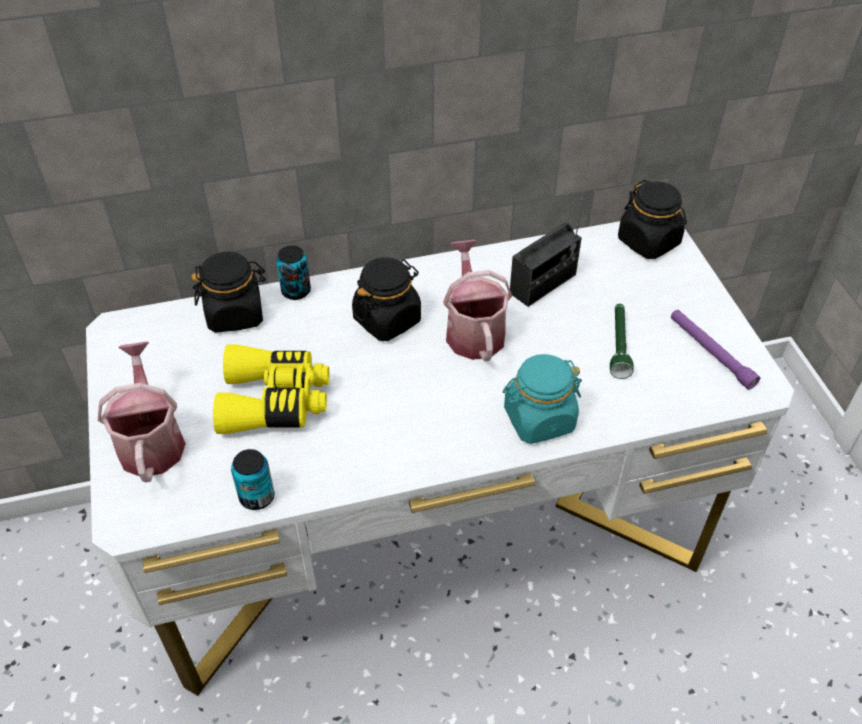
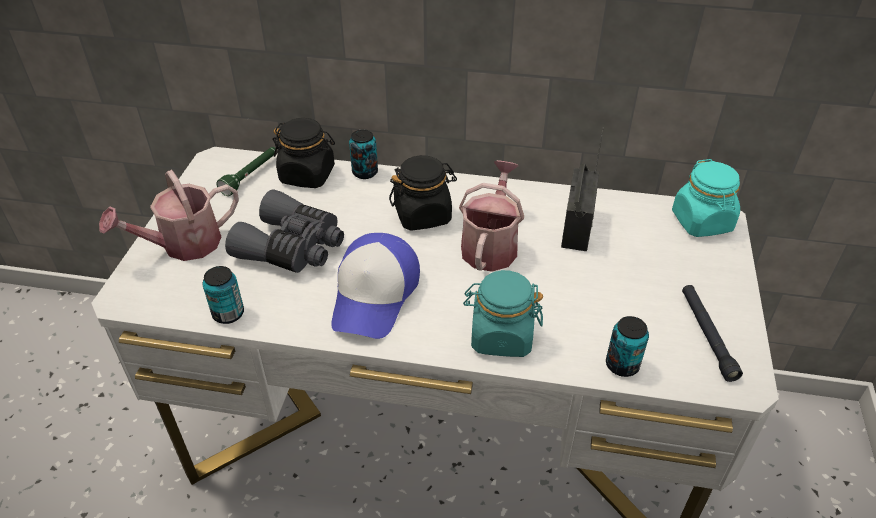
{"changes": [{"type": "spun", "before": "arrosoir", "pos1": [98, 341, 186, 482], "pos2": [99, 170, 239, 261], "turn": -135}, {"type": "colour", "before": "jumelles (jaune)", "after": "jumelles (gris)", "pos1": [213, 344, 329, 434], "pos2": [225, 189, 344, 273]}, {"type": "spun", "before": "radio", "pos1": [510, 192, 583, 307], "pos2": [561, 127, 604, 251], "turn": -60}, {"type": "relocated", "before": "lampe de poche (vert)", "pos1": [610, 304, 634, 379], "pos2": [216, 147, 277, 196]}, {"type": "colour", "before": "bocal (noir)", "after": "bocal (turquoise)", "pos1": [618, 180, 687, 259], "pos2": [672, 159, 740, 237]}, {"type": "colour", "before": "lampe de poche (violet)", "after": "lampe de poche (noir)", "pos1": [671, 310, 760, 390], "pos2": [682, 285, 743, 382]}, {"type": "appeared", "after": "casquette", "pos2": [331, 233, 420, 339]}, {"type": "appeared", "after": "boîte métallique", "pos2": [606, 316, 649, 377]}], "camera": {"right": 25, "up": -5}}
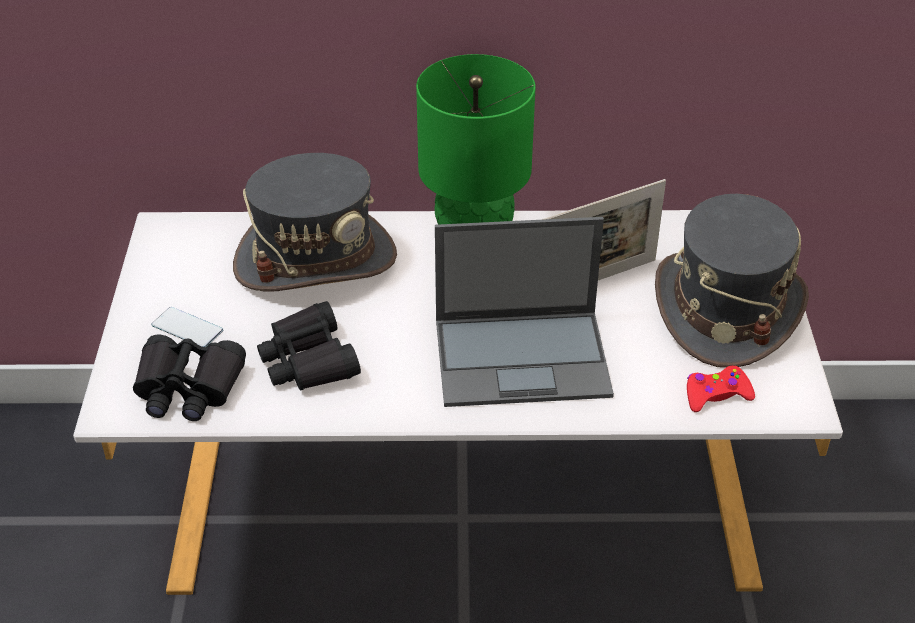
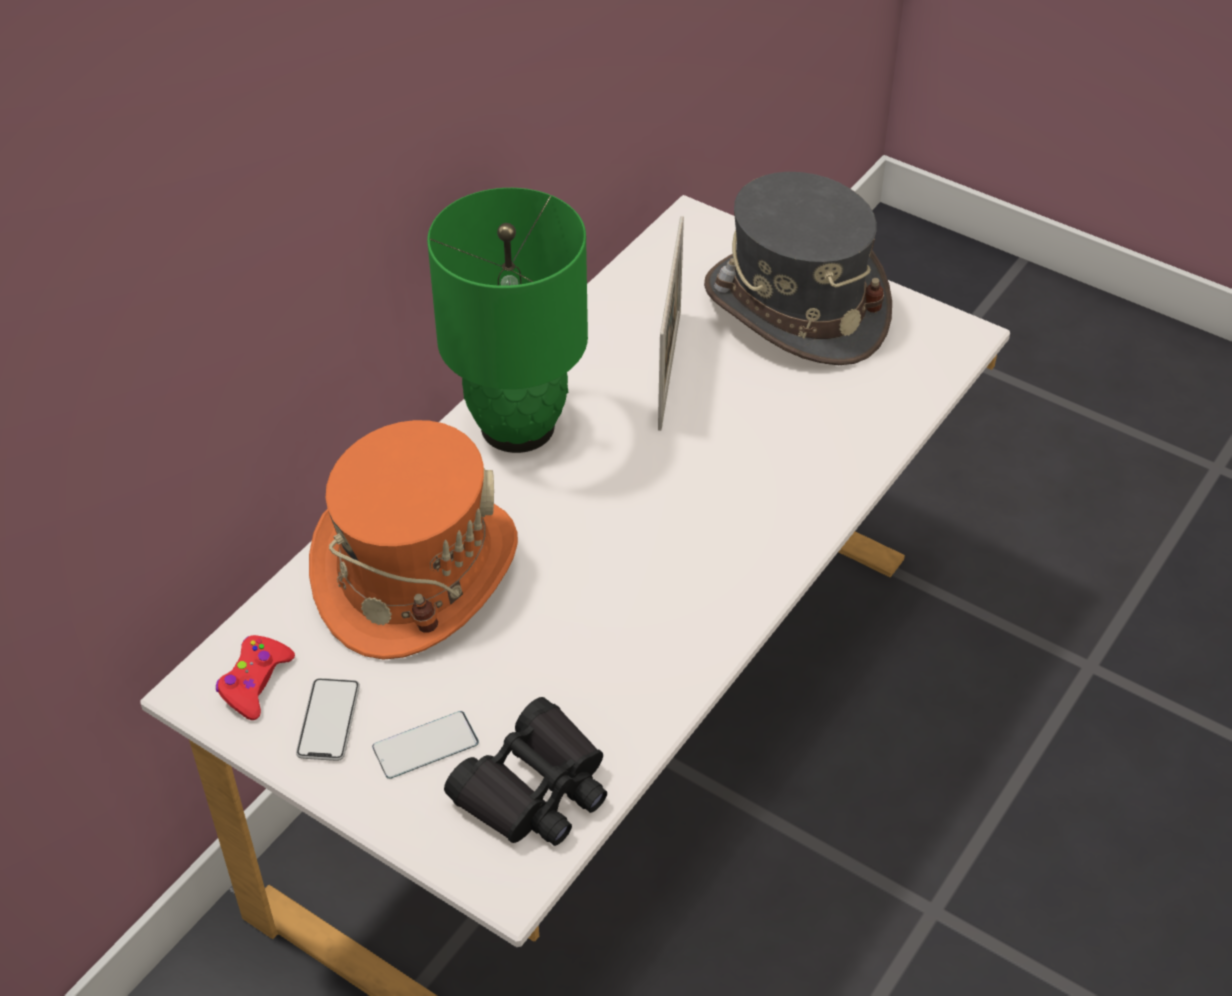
{"changes": [{"type": "colour", "before": "chapeau (gris)", "after": "chapeau (orange)", "pos1": [233, 153, 397, 292], "pos2": [309, 420, 518, 660]}, {"type": "missing", "before": "jumelles (noir)", "pos1": [257, 301, 361, 391]}, {"type": "missing", "before": "ordinateur portable", "pos1": [435, 217, 614, 407]}, {"type": "relocated", "before": "manette (rouge)", "pos1": [687, 366, 755, 412], "pos2": [216, 635, 295, 720]}, {"type": "appeared", "after": "téléphone", "pos2": [296, 678, 360, 761]}], "camera": {"right": -55, "up": 5}}
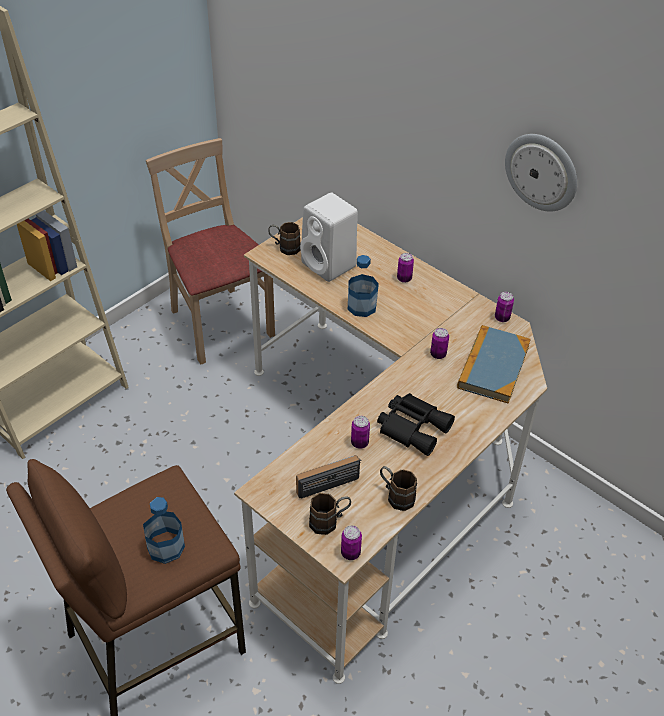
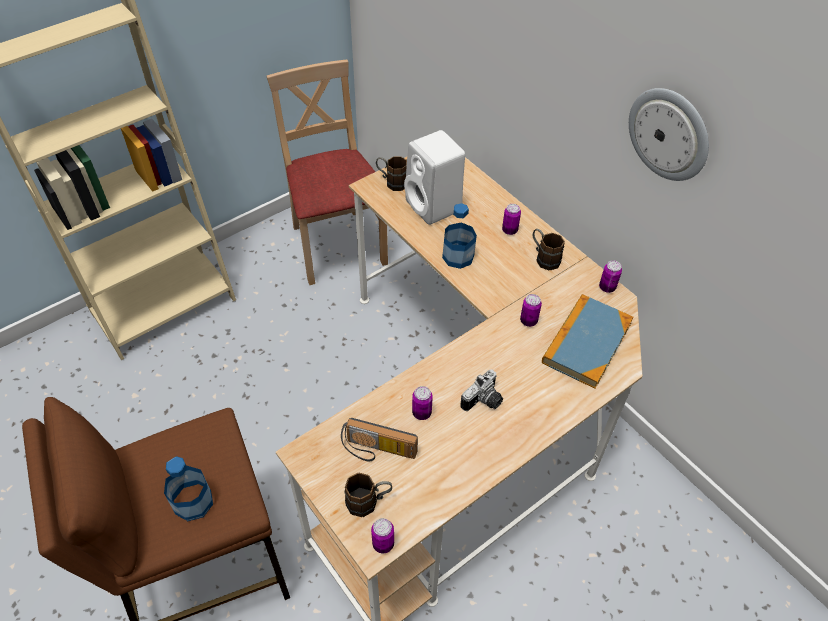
{"changes": [{"type": "spun", "before": "radio", "pos1": [296, 455, 362, 498], "pos2": [341, 418, 418, 461], "turn": -150}, {"type": "exchanged", "before": "jumelles (noir)", "after": "appareil photo", "pos1": [377, 393, 455, 456], "pos2": [461, 369, 503, 411]}, {"type": "relocated", "before": "mug (marron)", "pos1": [380, 466, 417, 511], "pos2": [533, 229, 565, 270]}], "camera": {"right": 10, "up": 5}}
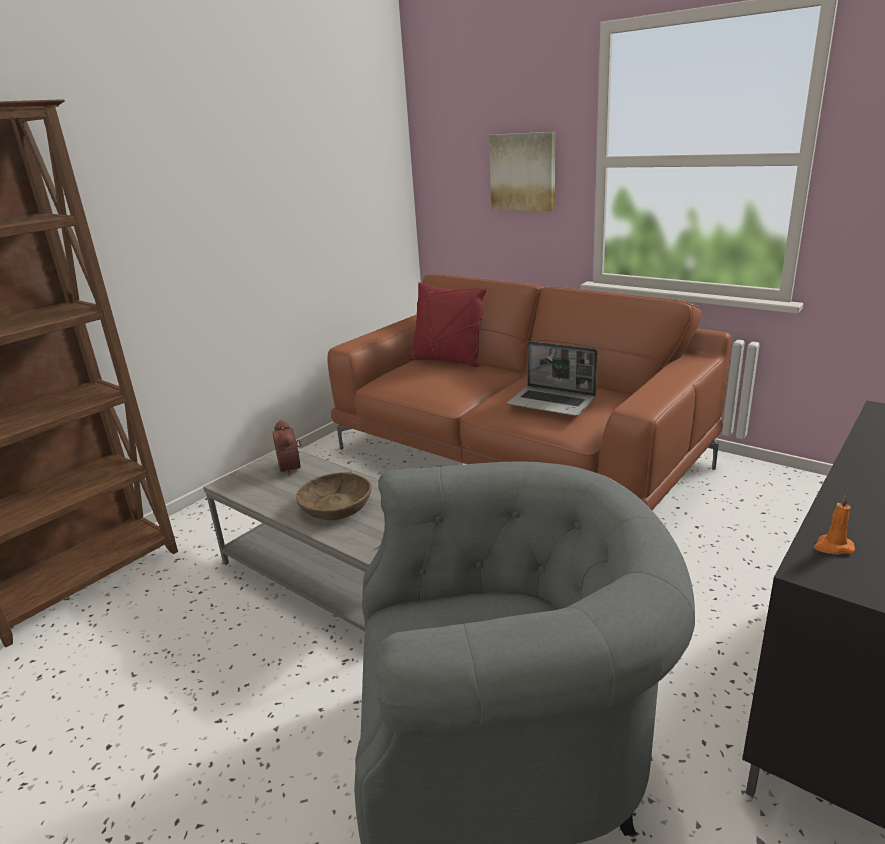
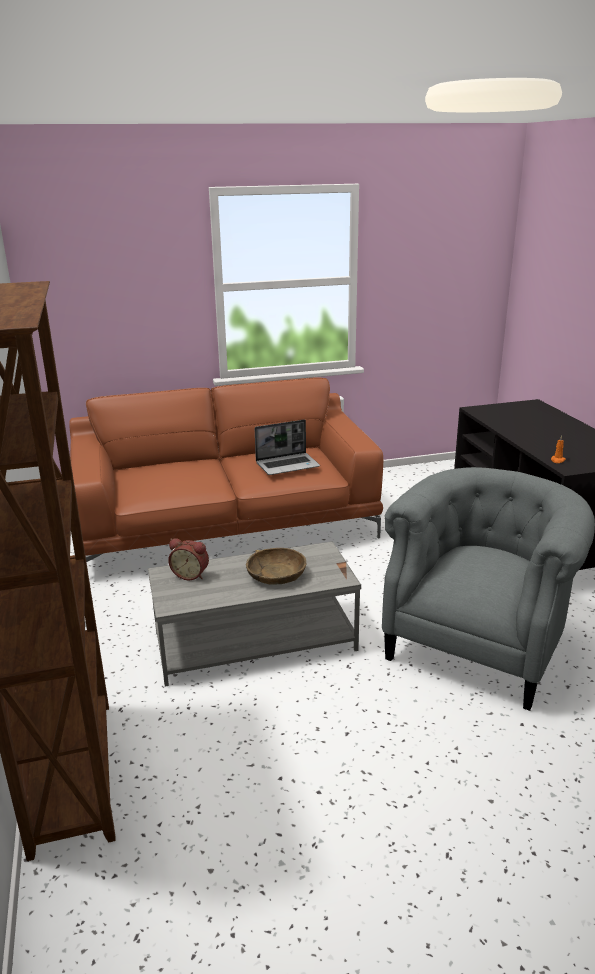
{"changes": [{"type": "missing", "before": "coussin (rouge)", "pos1": [410, 282, 487, 368]}, {"type": "missing", "before": "tableau", "pos1": [489, 132, 555, 212]}], "camera": {"right": -55, "up": 0}}
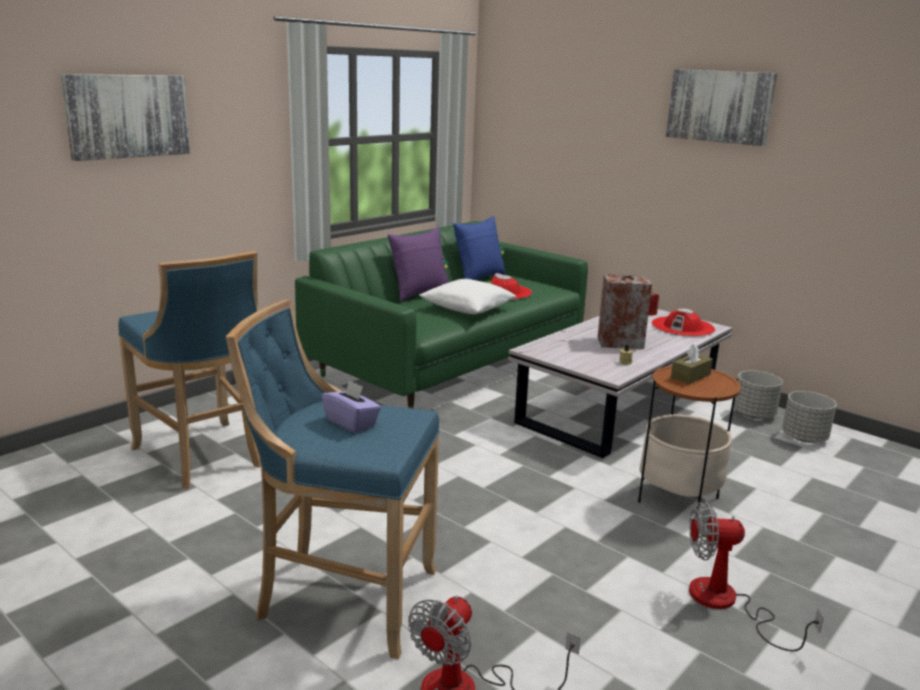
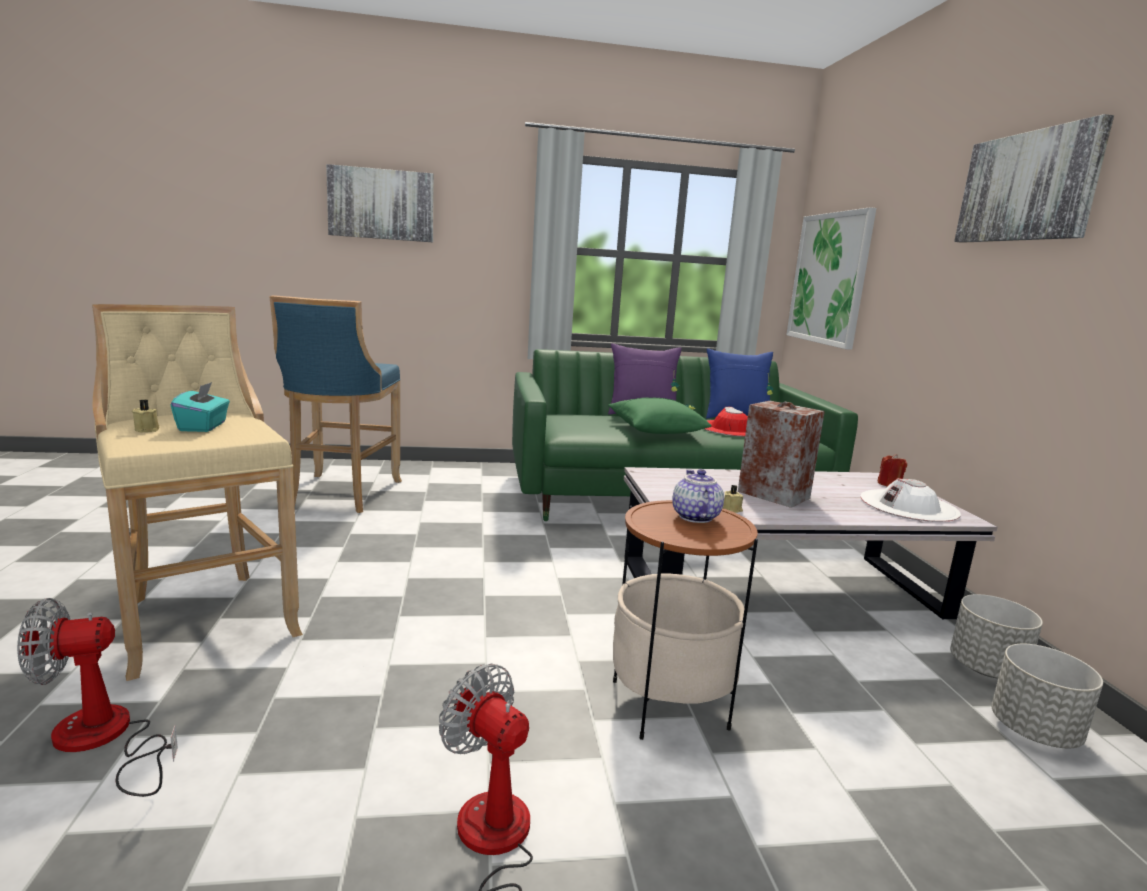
{"changes": [{"type": "colour", "before": "tabouret (bleu)", "after": "tabouret (beige)", "pos1": [226, 300, 440, 659], "pos2": [92, 304, 303, 681]}, {"type": "colour", "before": "boîte à mouchoirs (violet)", "after": "boîte à mouchoirs (turquoise)", "pos1": [321, 380, 381, 433], "pos2": [171, 382, 230, 432]}, {"type": "colour", "before": "coussin (blanc)", "after": "coussin (vert)", "pos1": [419, 279, 516, 314], "pos2": [608, 398, 712, 434]}, {"type": "colour", "before": "chapeau (rouge)", "after": "chapeau (blanc)", "pos1": [652, 309, 715, 337], "pos2": [860, 478, 961, 522]}, {"type": "exchanged", "before": "boîte à mouchoirs (marron)", "after": "théière", "pos1": [671, 344, 713, 384], "pos2": [672, 469, 724, 523]}, {"type": "appeared", "after": "bougie (beige)", "pos2": [132, 399, 159, 433]}, {"type": "appeared", "after": "tableau", "pos2": [786, 207, 876, 350]}], "camera": {"right": 40, "up": -5}}
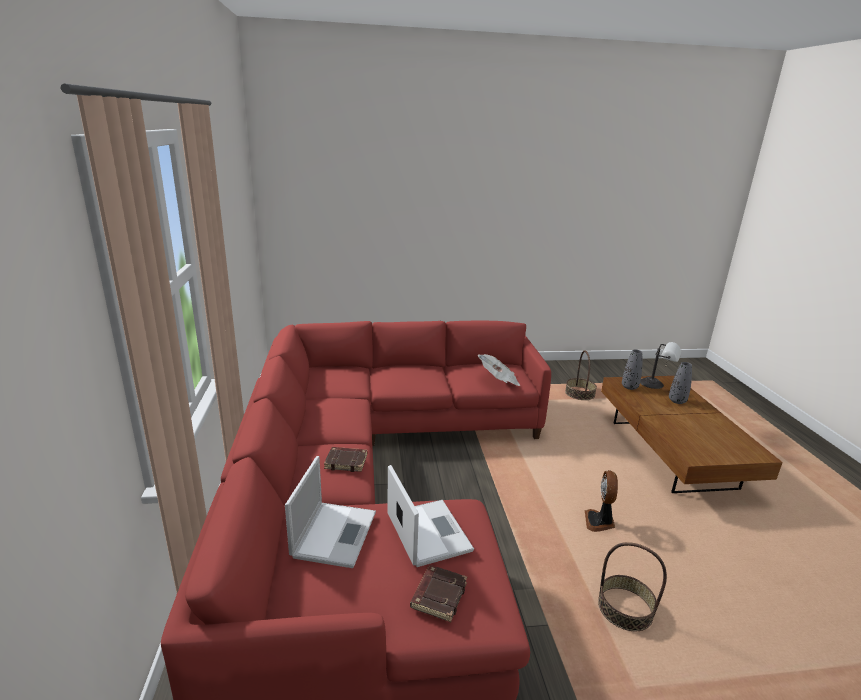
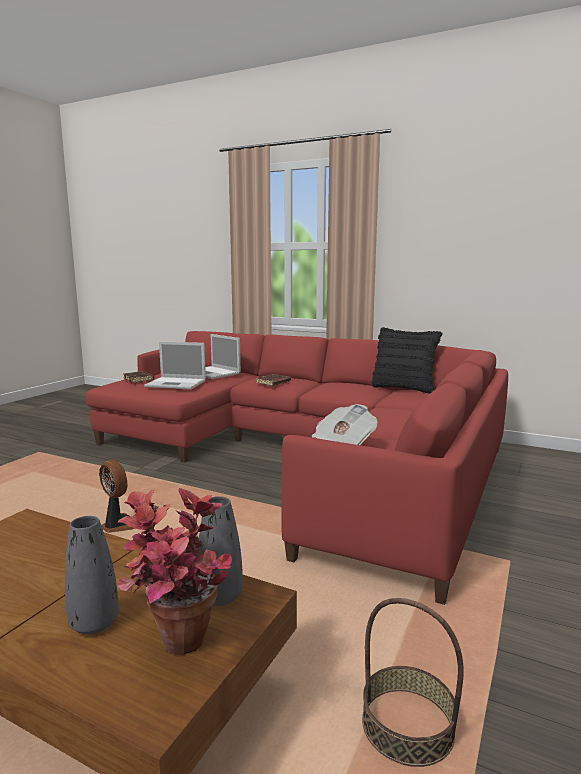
{"changes": [{"type": "missing", "before": "panier", "pos1": [598, 542, 667, 631]}, {"type": "exchanged", "before": "lampe de table", "after": "plante en pot", "pos1": [640, 342, 681, 389], "pos2": [118, 488, 232, 655]}, {"type": "appeared", "after": "coussin (noir)", "pos2": [371, 327, 442, 393]}], "camera": {"right": 125, "up": -10}}
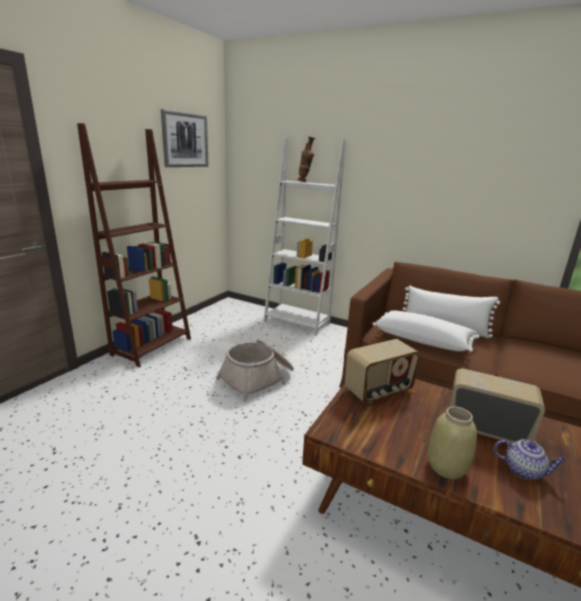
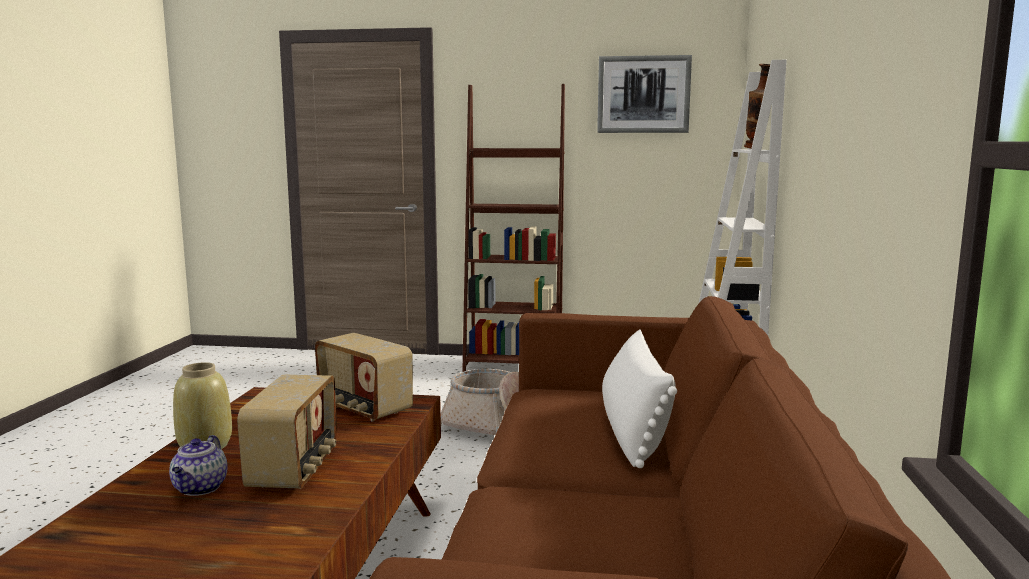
{"changes": [{"type": "missing", "before": "coussin (blanc)", "pos1": [373, 310, 480, 352]}], "camera": {"right": 70, "up": -10}}
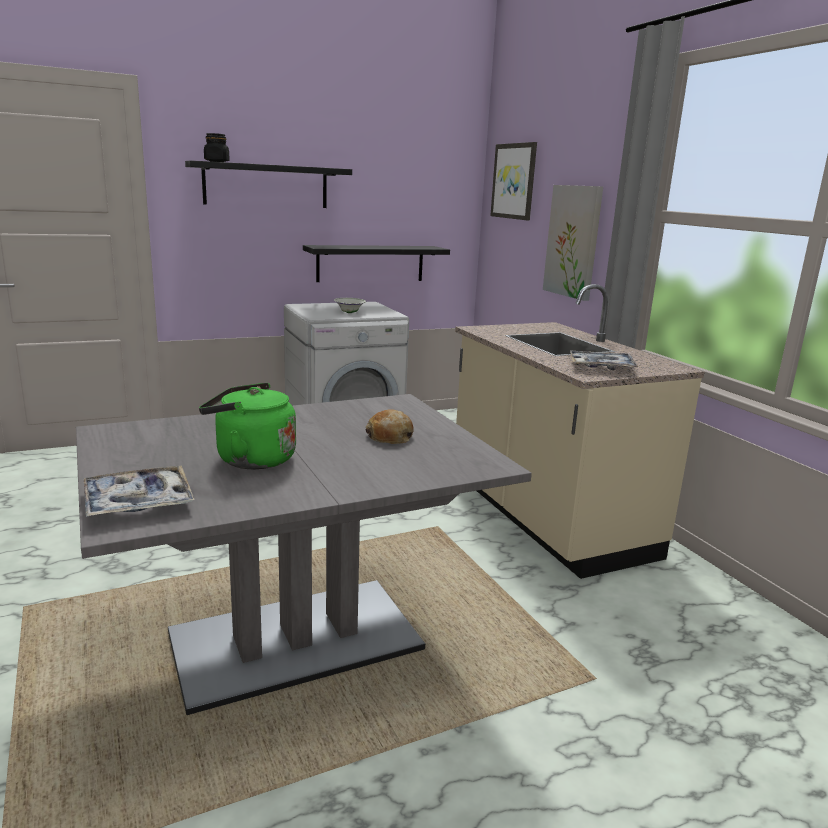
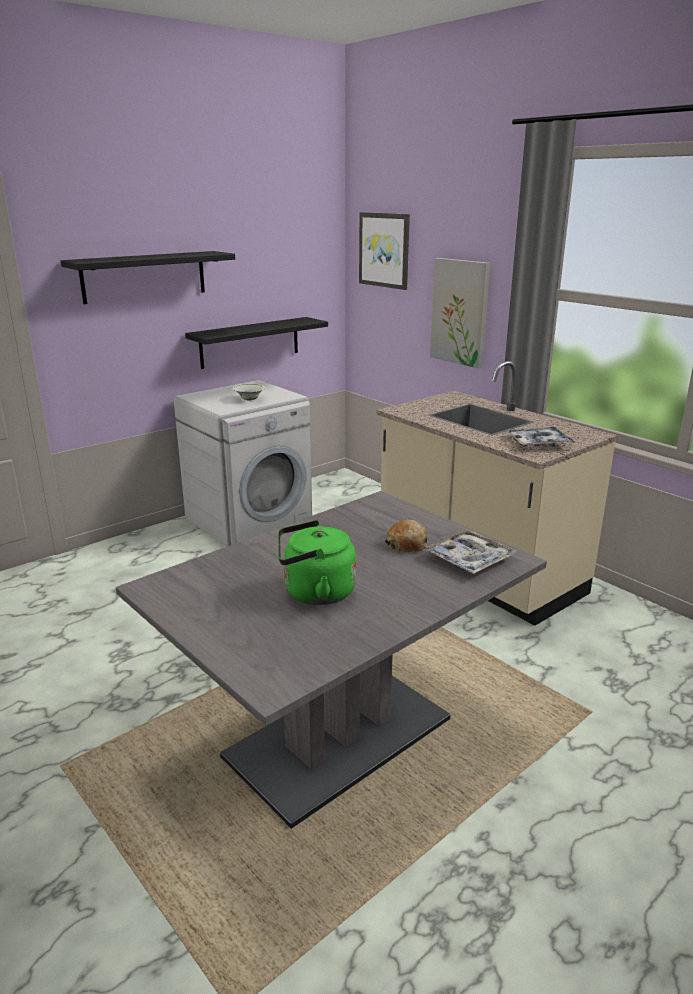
{"changes": [{"type": "relocated", "before": "plateau", "pos1": [84, 465, 194, 517], "pos2": [423, 529, 516, 574]}, {"type": "missing", "before": "bocal (noir)", "pos1": [204, 133, 230, 162]}], "camera": {"right": -15, "up": 5}}
